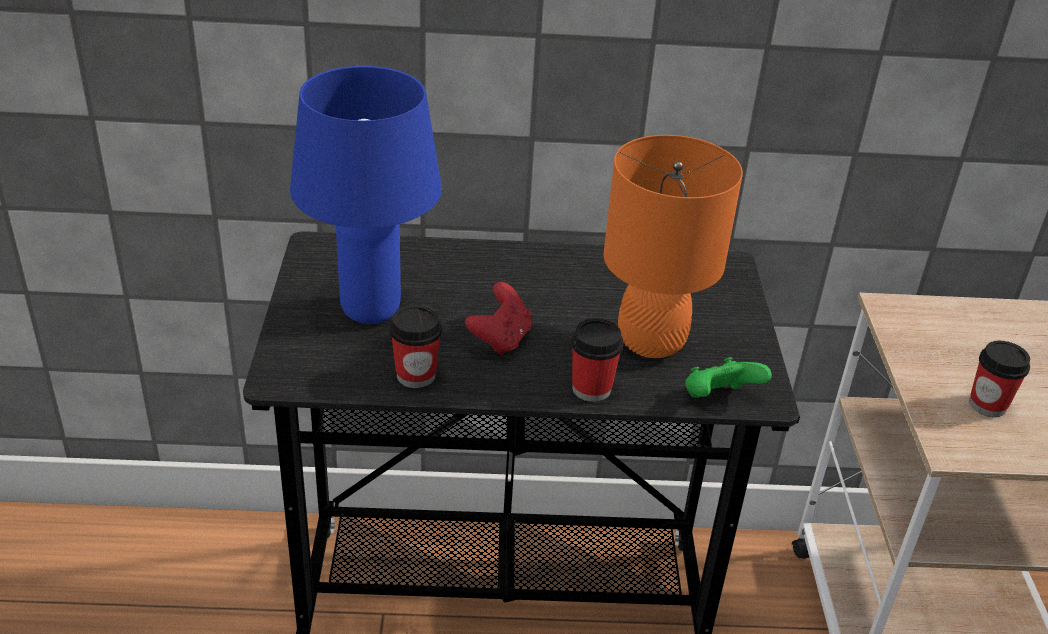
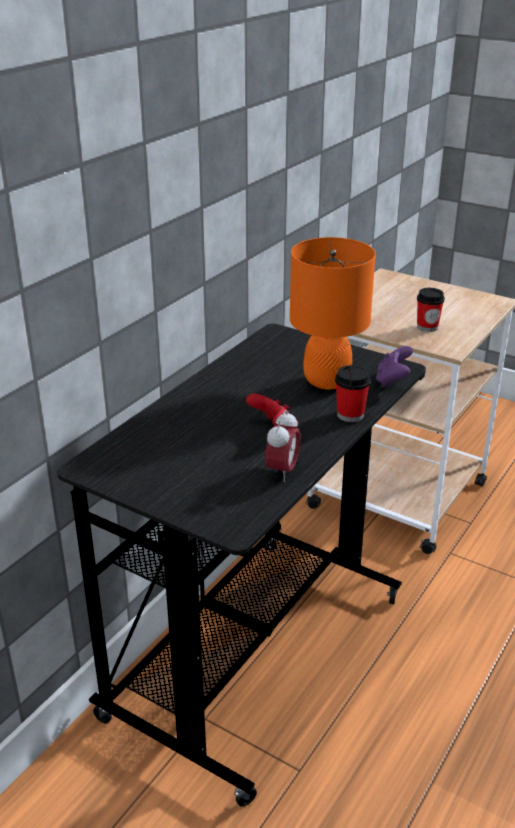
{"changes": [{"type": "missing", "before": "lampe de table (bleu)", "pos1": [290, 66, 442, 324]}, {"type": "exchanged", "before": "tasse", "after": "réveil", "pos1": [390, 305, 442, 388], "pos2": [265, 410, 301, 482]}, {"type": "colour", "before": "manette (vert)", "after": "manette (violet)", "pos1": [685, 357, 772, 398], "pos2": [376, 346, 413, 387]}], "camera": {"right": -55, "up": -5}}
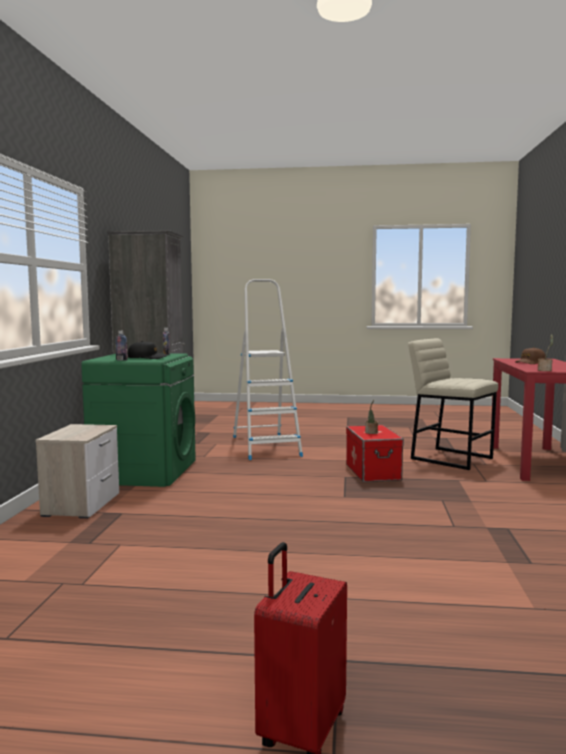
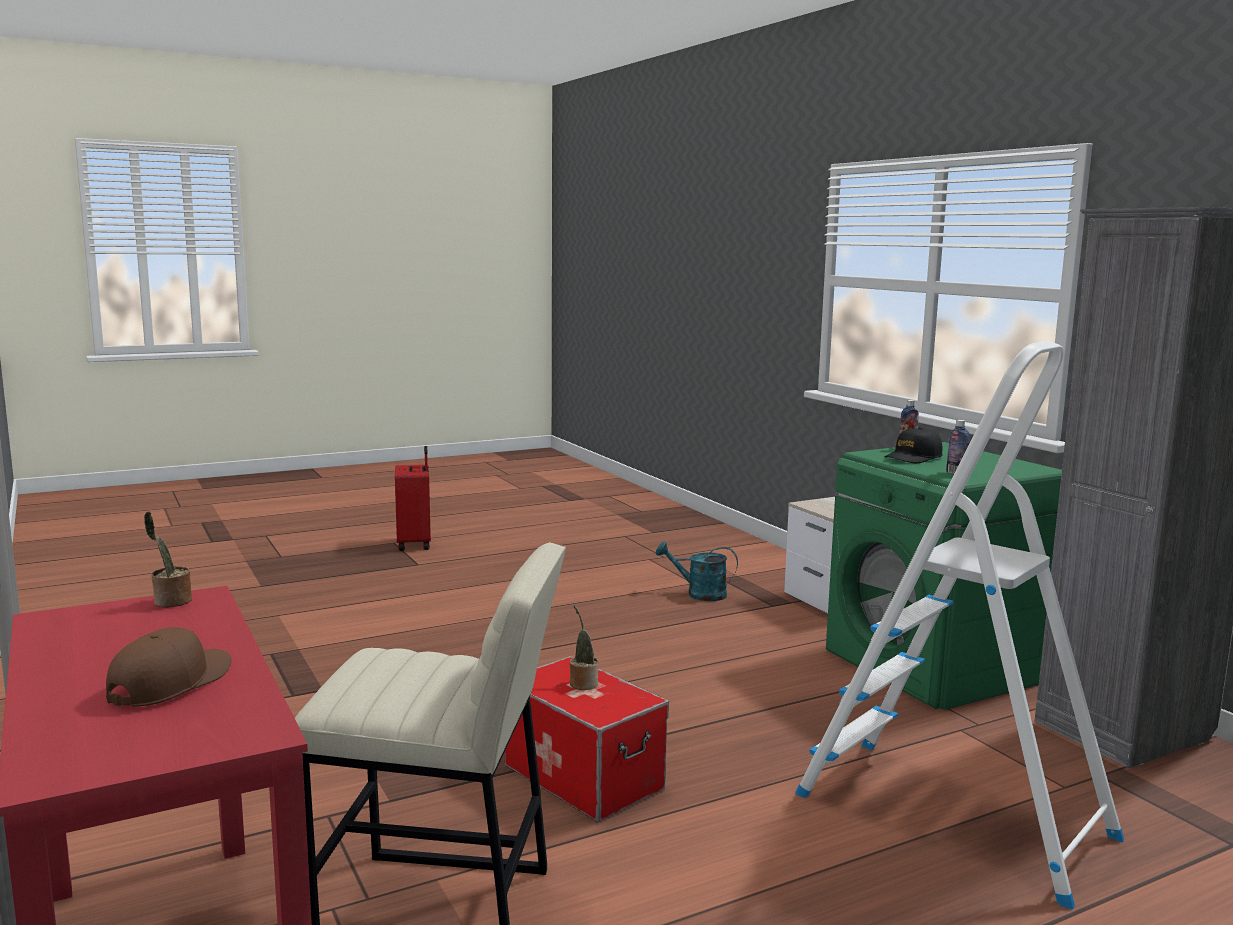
{"changes": [{"type": "appeared", "after": "arrosoir (turquoise)", "pos2": [656, 542, 738, 601]}], "camera": {"right": 145, "up": 5}}
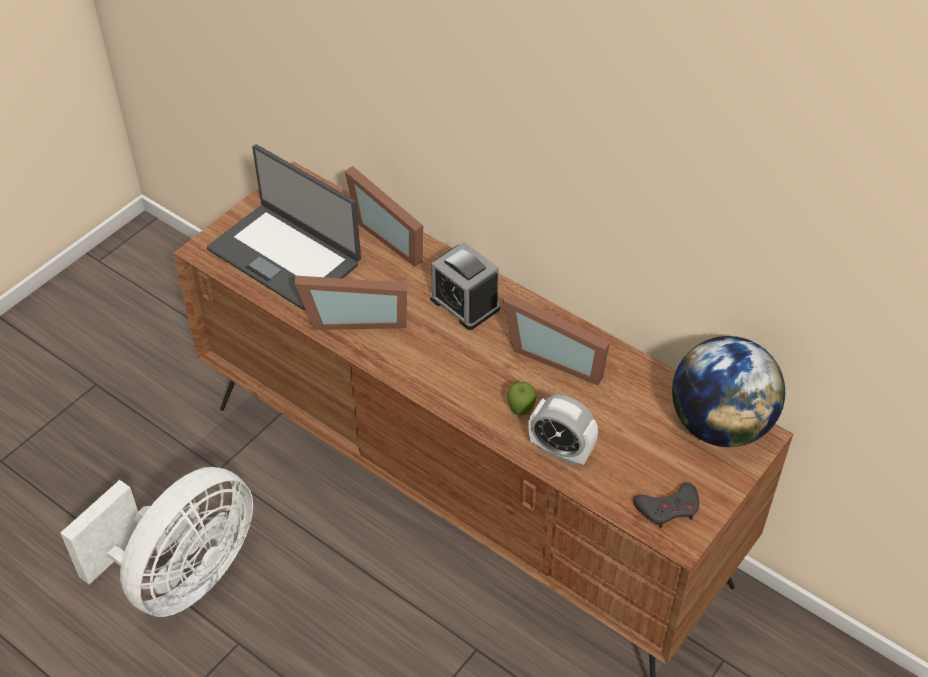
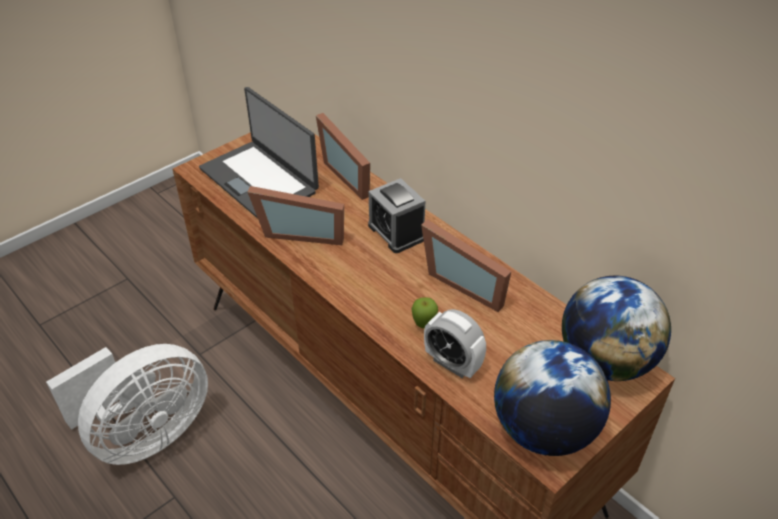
{"changes": [{"type": "exchanged", "before": "manette (gris)", "after": "globe", "pos1": [633, 482, 699, 528], "pos2": [494, 340, 611, 456]}], "camera": {"right": 10, "up": -5}}
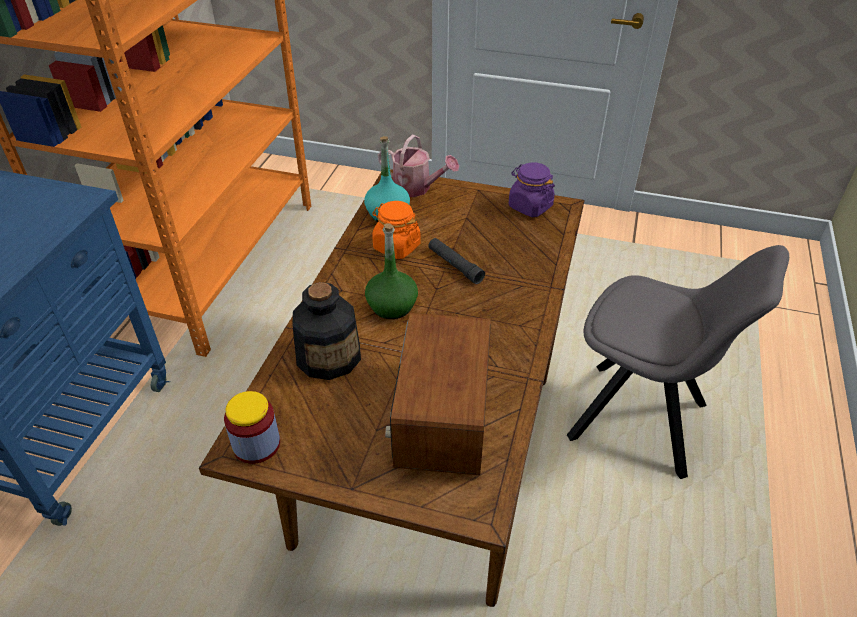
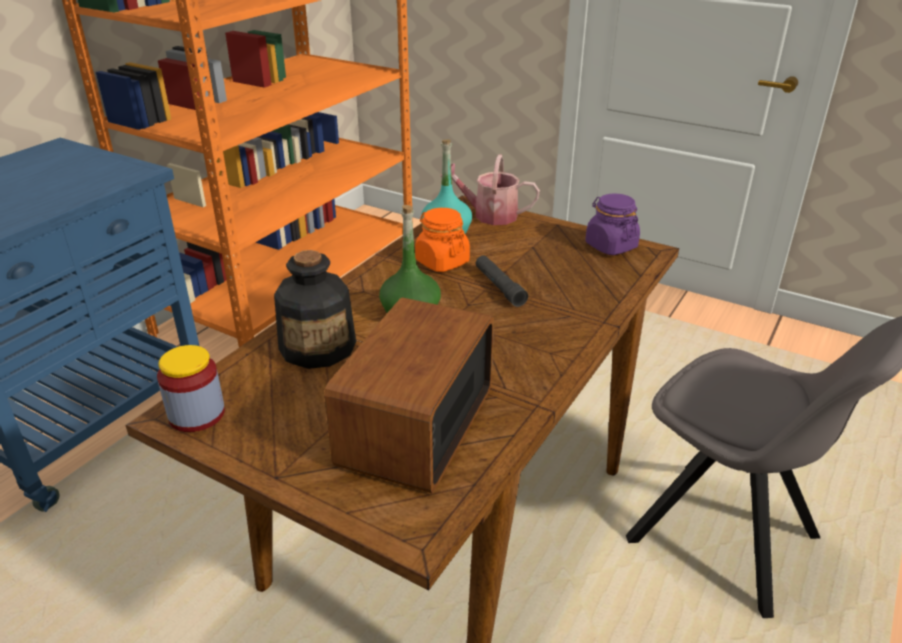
{"changes": [{"type": "spun", "before": "arrosoir", "pos1": [378, 135, 459, 197], "pos2": [440, 154, 540, 225], "turn": 150}], "camera": {"right": 15, "up": -10}}
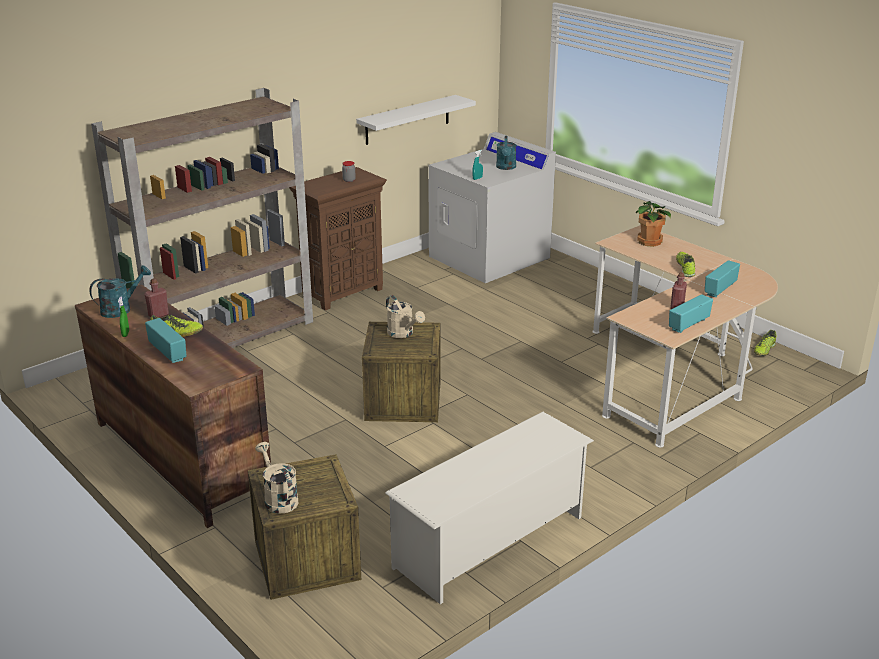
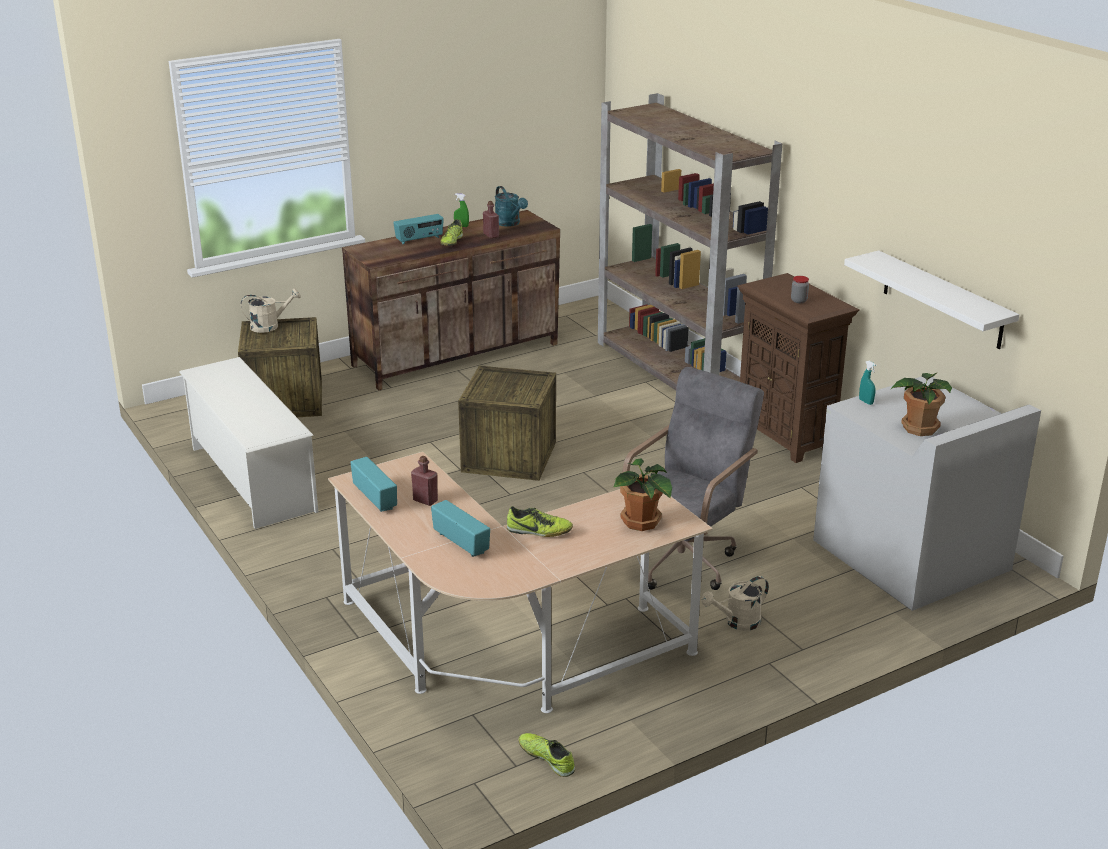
{"changes": [{"type": "relocated", "before": "arrosoir (beige)", "pos1": [386, 295, 425, 338], "pos2": [701, 576, 769, 631]}, {"type": "exchanged", "before": "arrosoir (turquoise)", "after": "plante en pot", "pos1": [496, 136, 516, 170], "pos2": [891, 372, 952, 436]}, {"type": "appeared", "after": "chaise de bureau (gris)", "pos2": [622, 367, 764, 590]}], "camera": {"right": 100, "up": 0}}
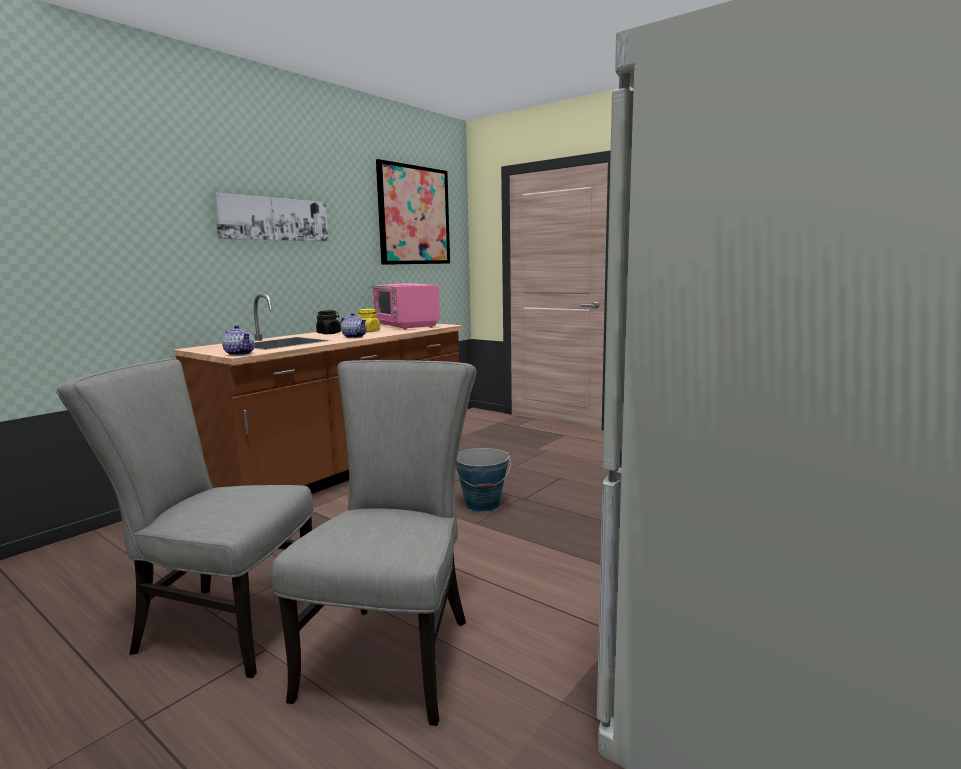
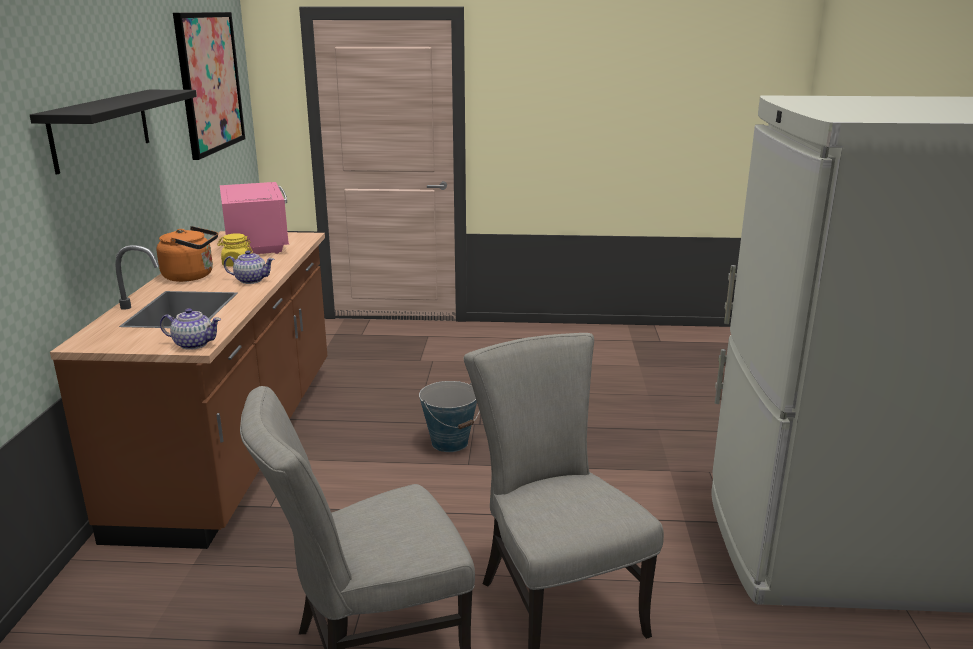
{"changes": [{"type": "exchanged", "before": "tableau", "after": "étagère (noir)", "pos1": [213, 193, 328, 241], "pos2": [30, 90, 197, 174]}, {"type": "exchanged", "before": "bocal (noir)", "after": "bouilloire (orange)", "pos1": [316, 310, 341, 334], "pos2": [157, 226, 218, 282]}, {"type": "spun", "before": "micro-ondes (rose)", "pos1": [372, 283, 440, 330], "pos2": [220, 182, 289, 254], "turn": -135}], "camera": {"right": -35, "up": 10}}
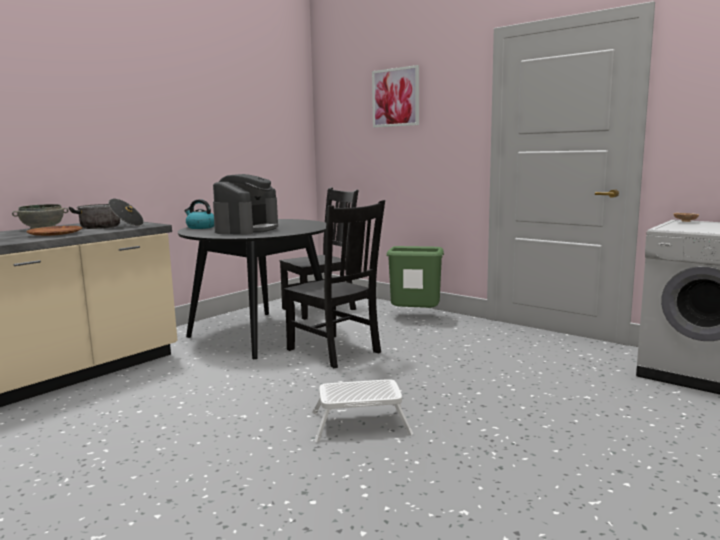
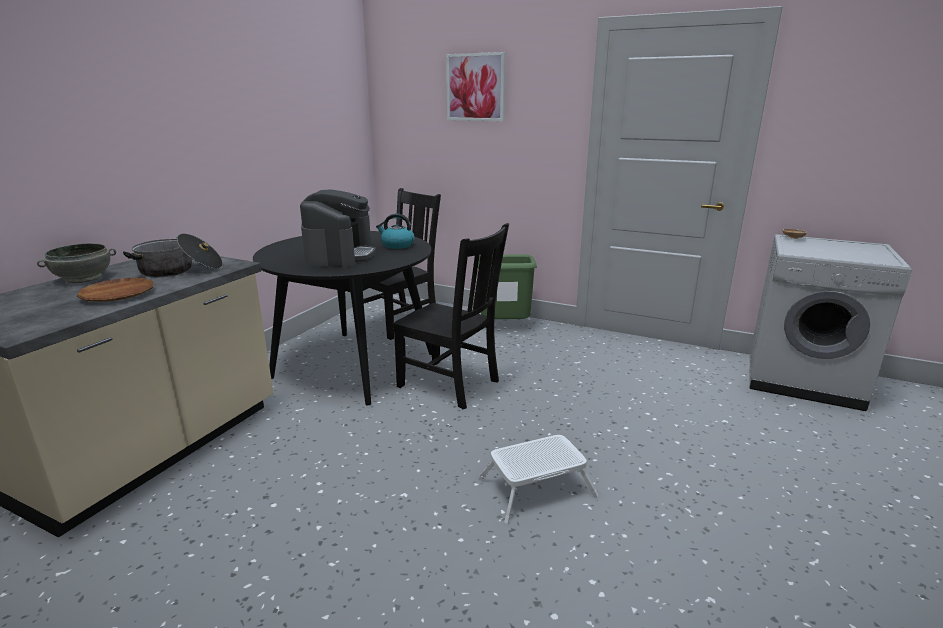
{"changes": [{"type": "relocated", "before": "bouilloire", "pos1": [184, 199, 214, 229], "pos2": [376, 214, 415, 249]}], "camera": {"right": -15, "up": 10}}
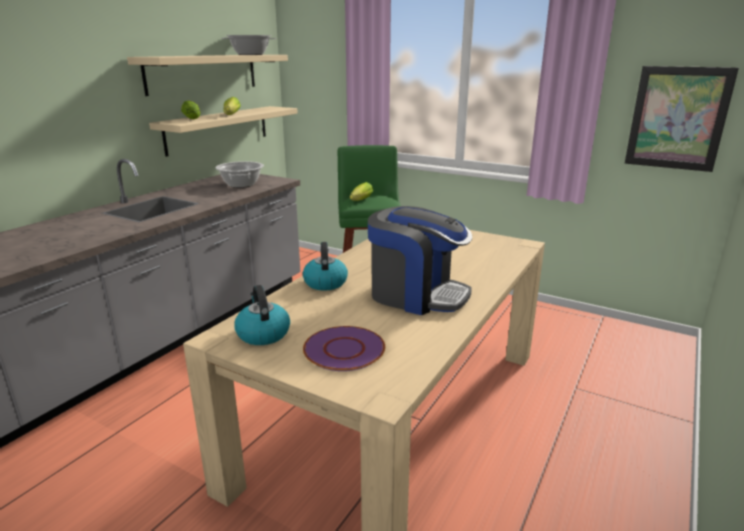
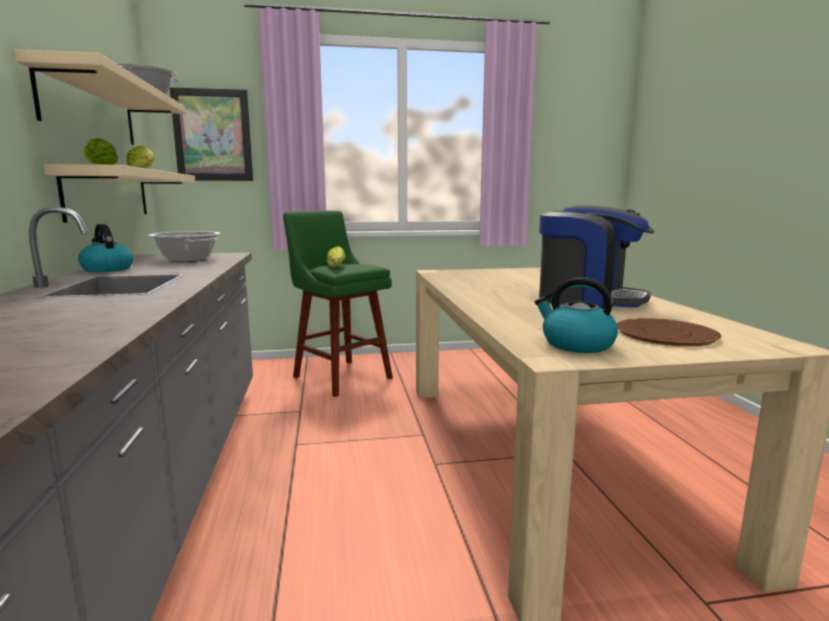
{"changes": [{"type": "relocated", "before": "bouilloire", "pos1": [303, 242, 348, 290], "pos2": [78, 224, 133, 272]}, {"type": "colour", "before": "assiette (violet)", "after": "assiette (marron)", "pos1": [303, 326, 385, 371], "pos2": [617, 318, 721, 347]}, {"type": "spun", "before": "machine à café", "pos1": [368, 206, 472, 315], "pos2": [539, 205, 655, 309], "turn": 45}, {"type": "relocated", "before": "tableau", "pos1": [625, 66, 739, 172], "pos2": [170, 87, 253, 181]}], "camera": {"right": -40, "up": -10}}
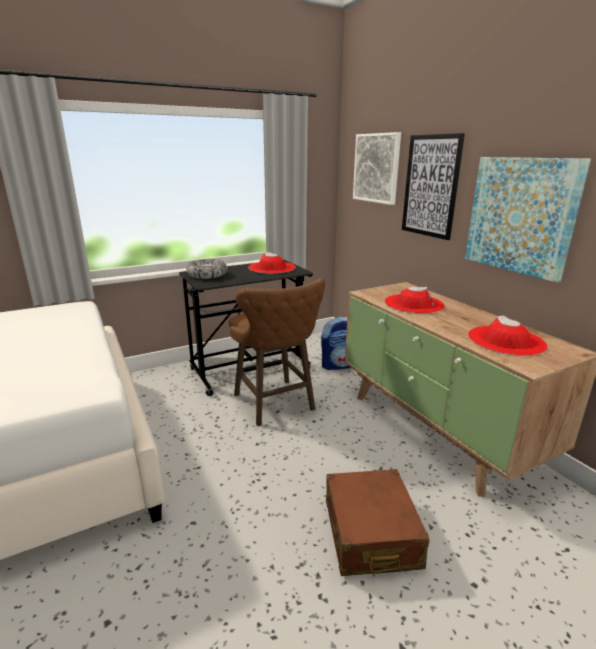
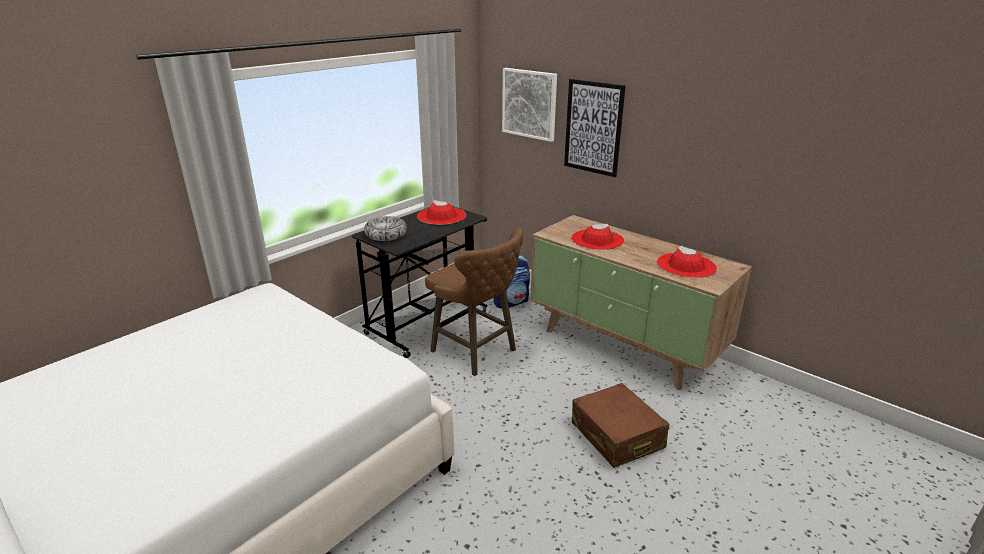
{"changes": [{"type": "missing", "before": "tableau", "pos1": [465, 157, 591, 282]}], "camera": {"right": -20, "up": 5}}
